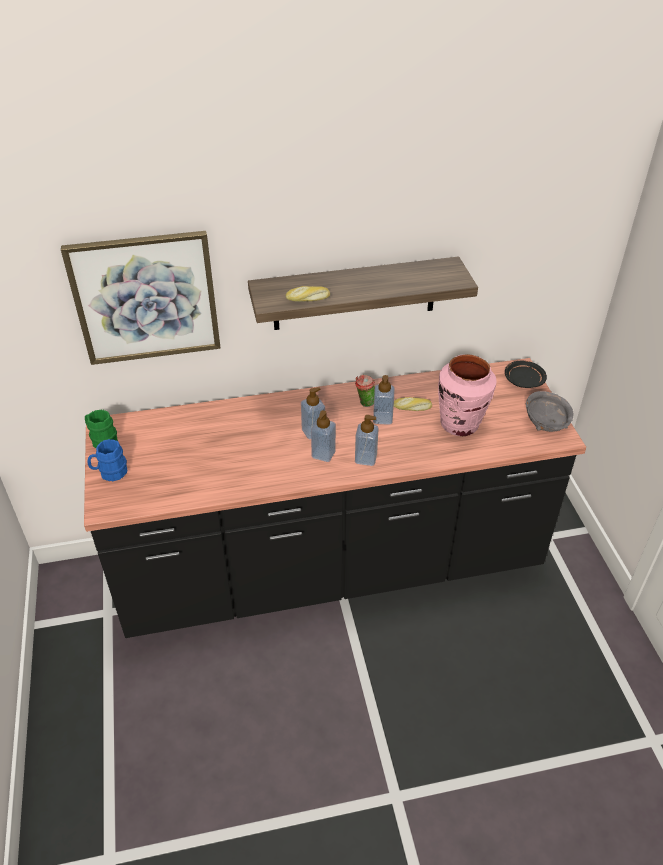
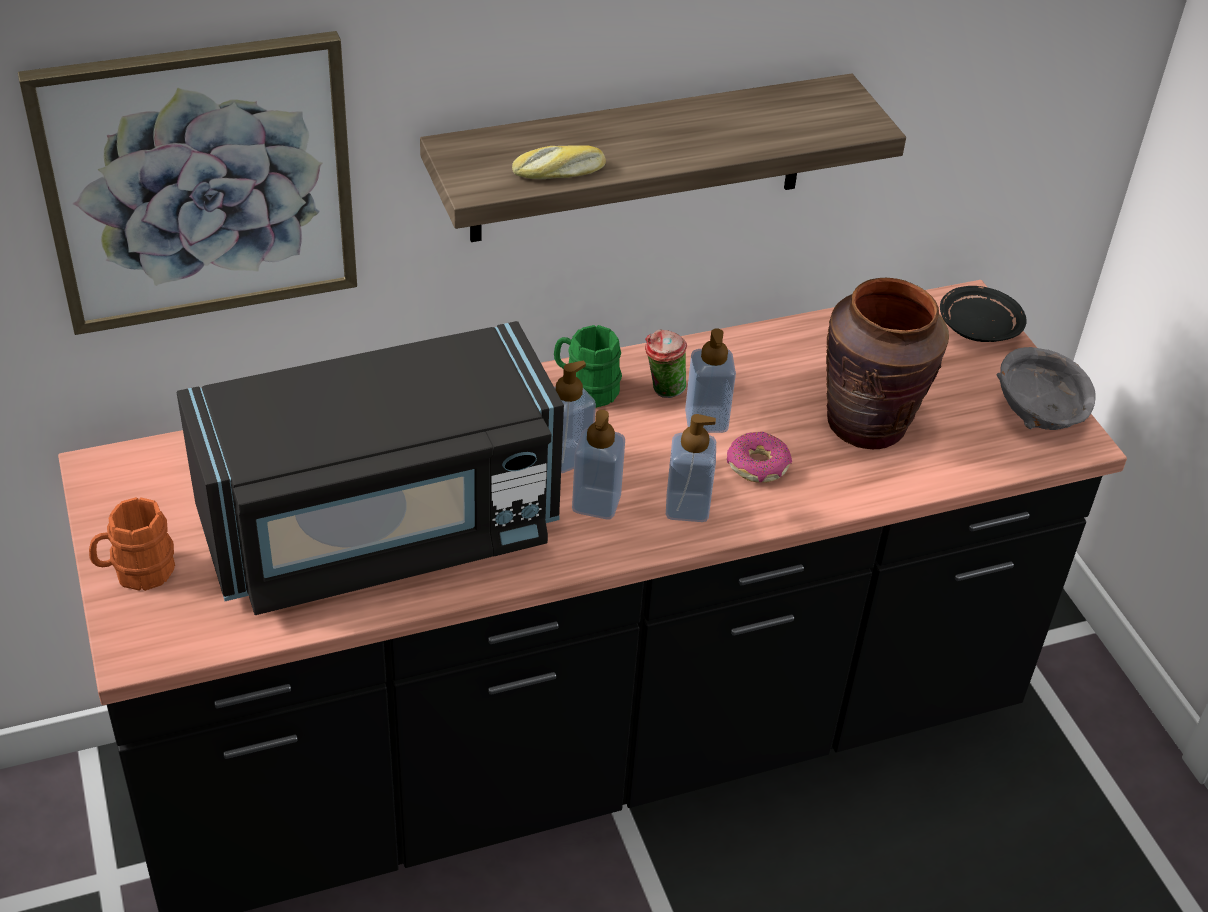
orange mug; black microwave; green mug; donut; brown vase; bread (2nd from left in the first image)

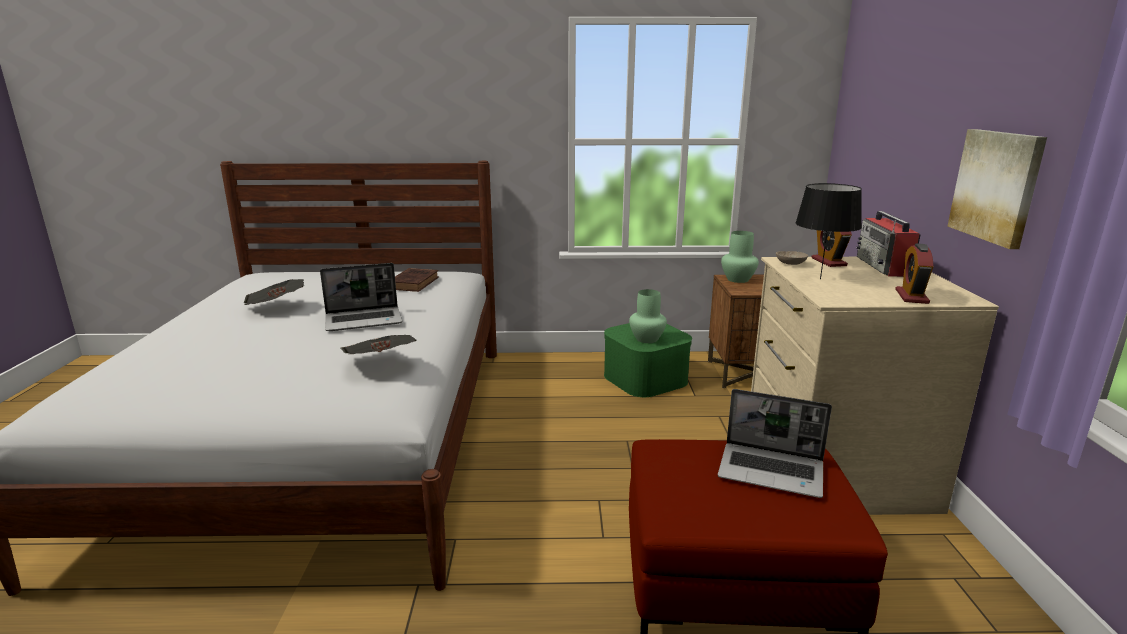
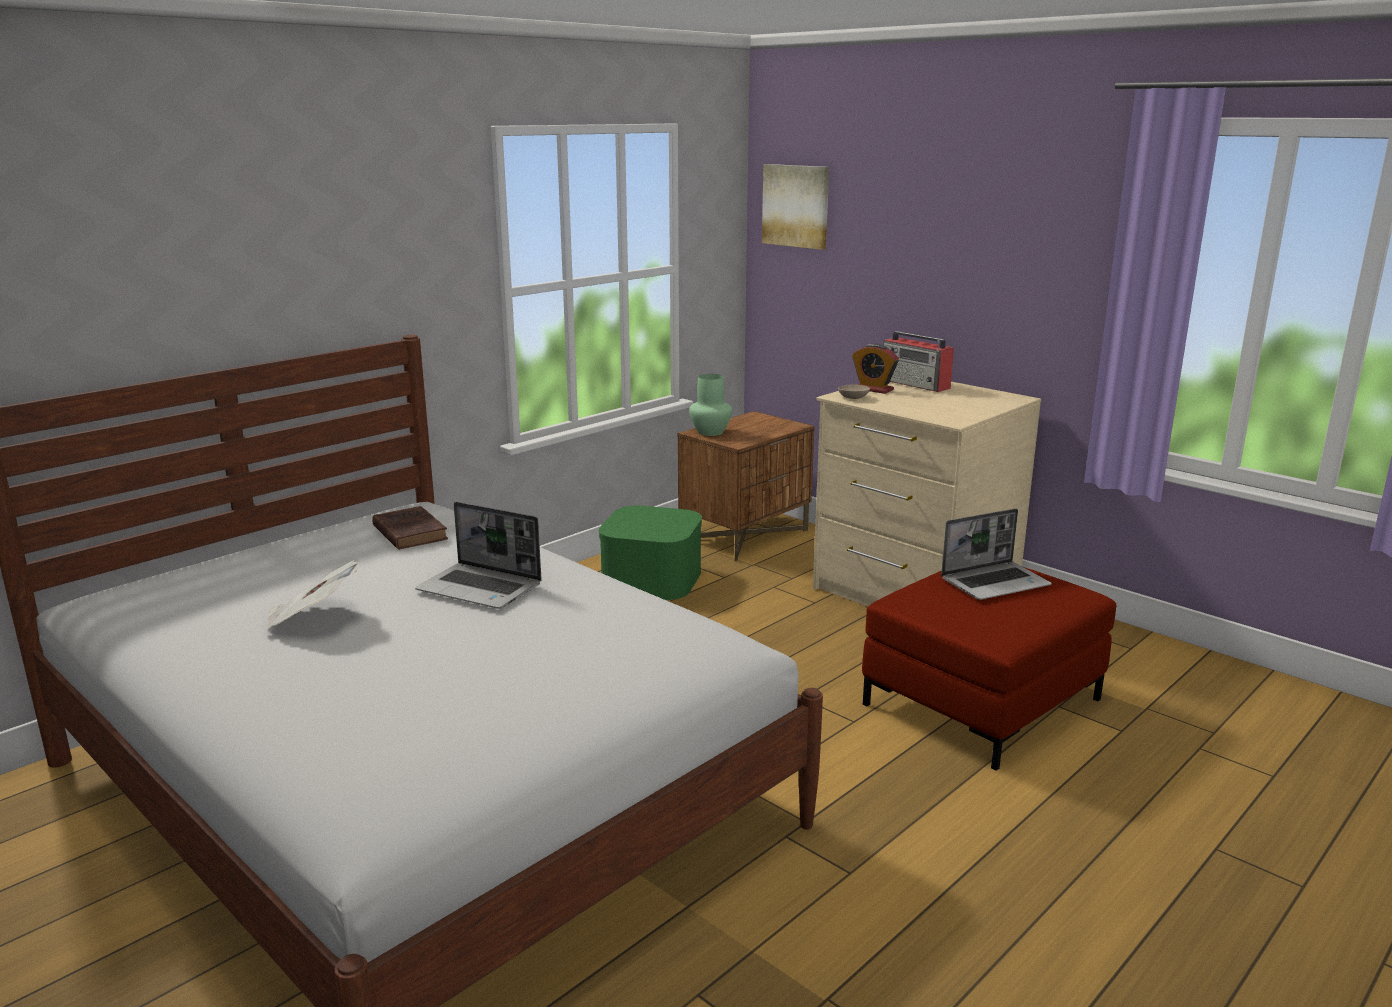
laptop (1st from left); picture; newspaper (2nd from left in the first image); green vase (1st from left in the first image); black table lamp; alarm clock (2nd from left in the first image)

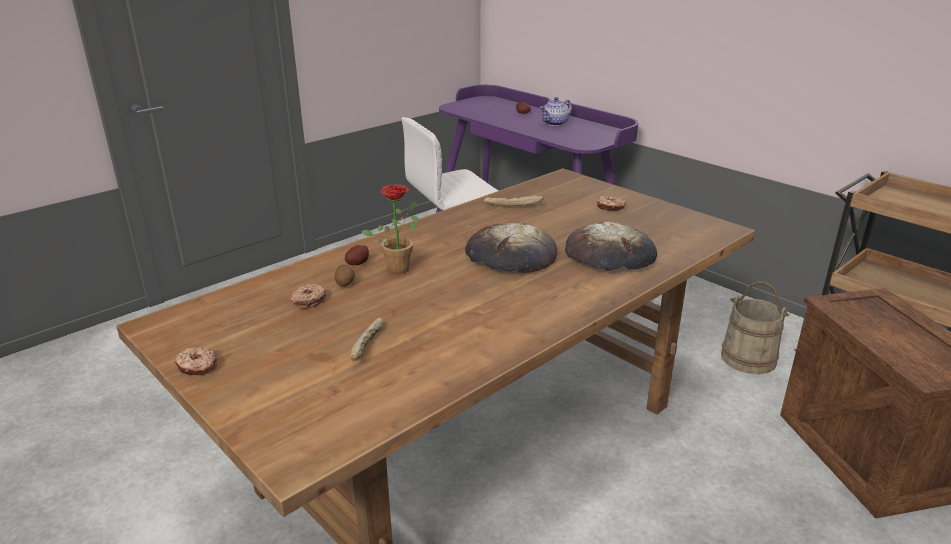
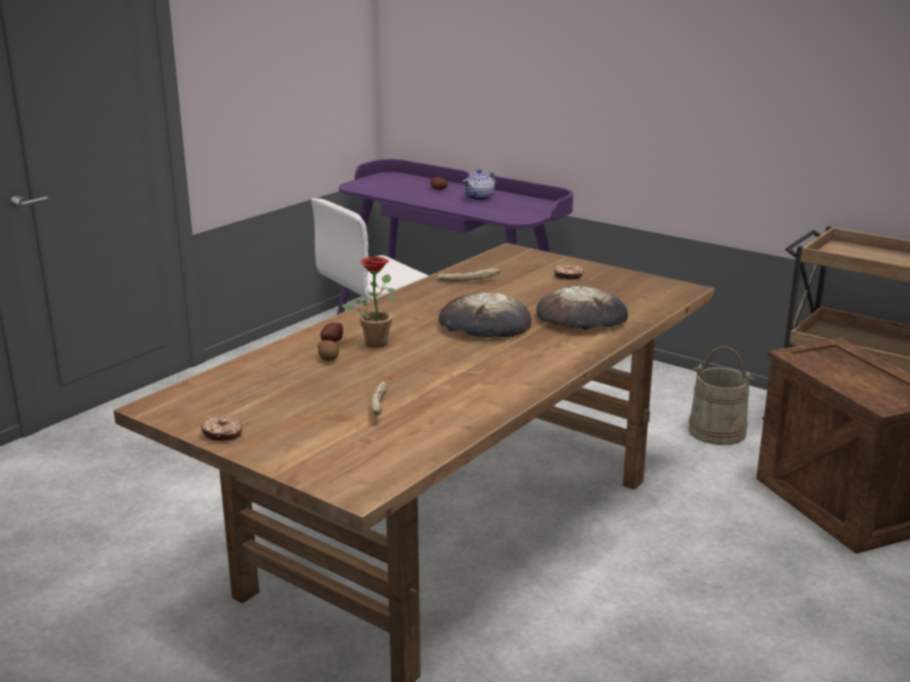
donut (2nd from left in the first image)

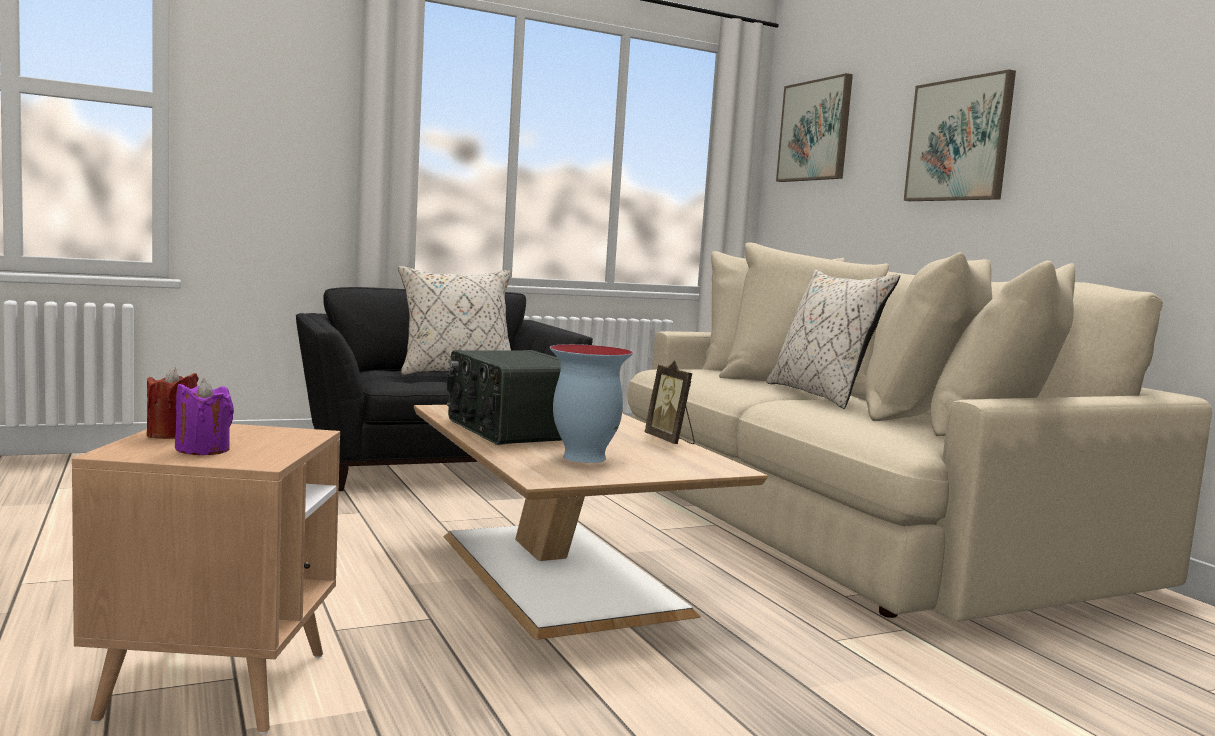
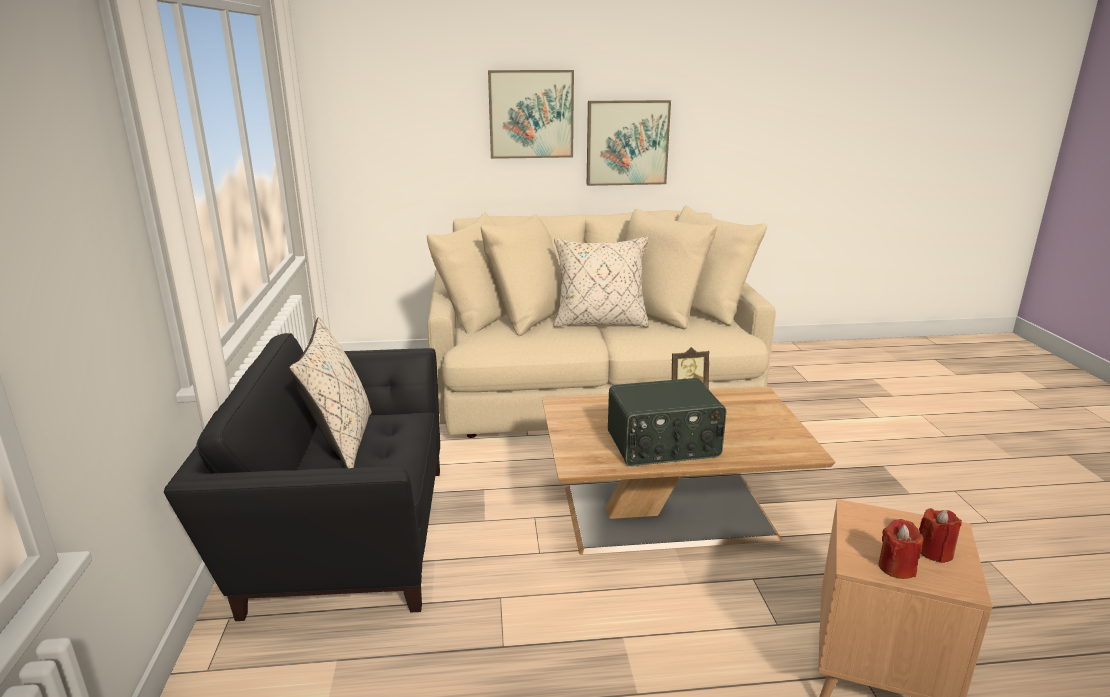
picture (2nd from left); red candle (2nd from left); vase

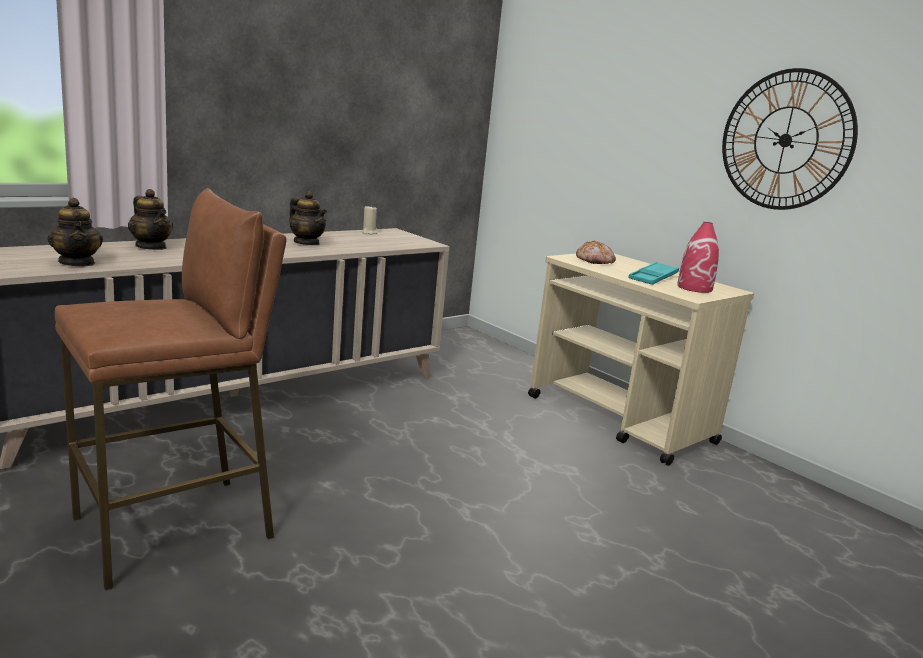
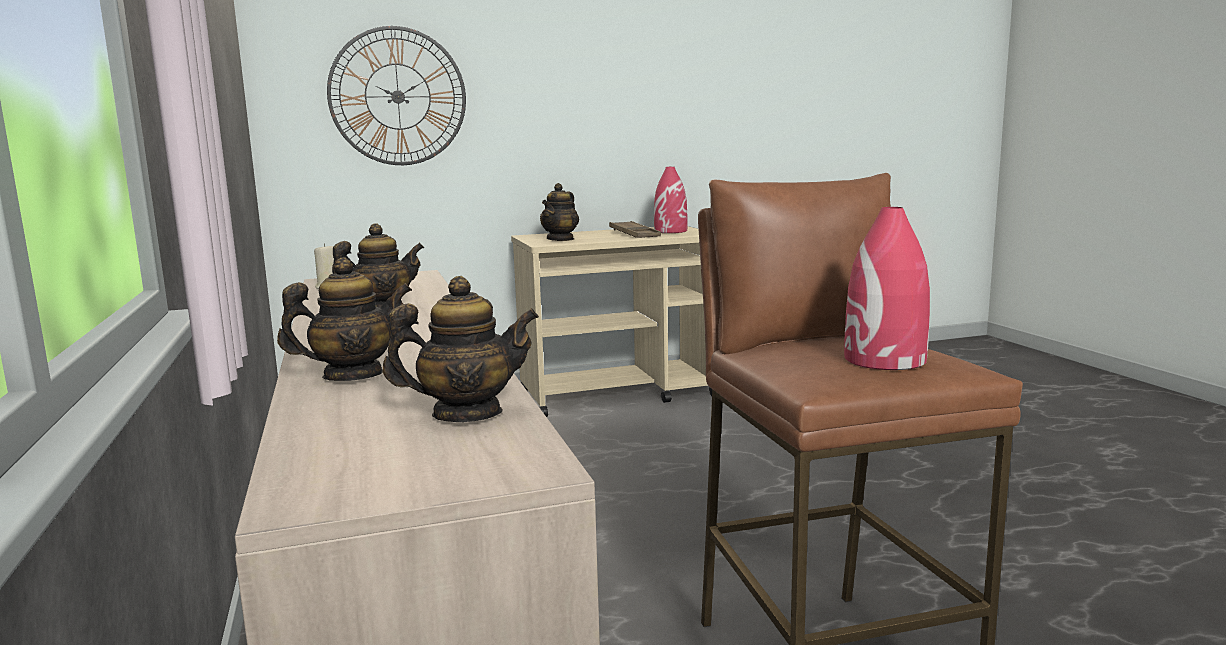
wall clock; teapot (4th from left); brown tray; red vase (2nd from left)

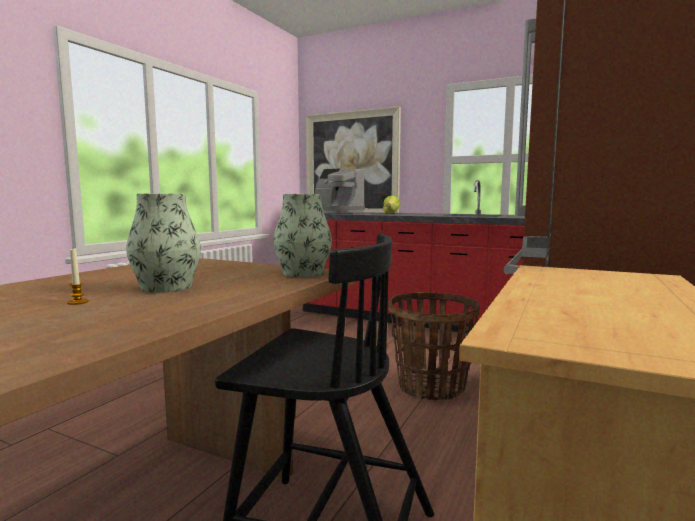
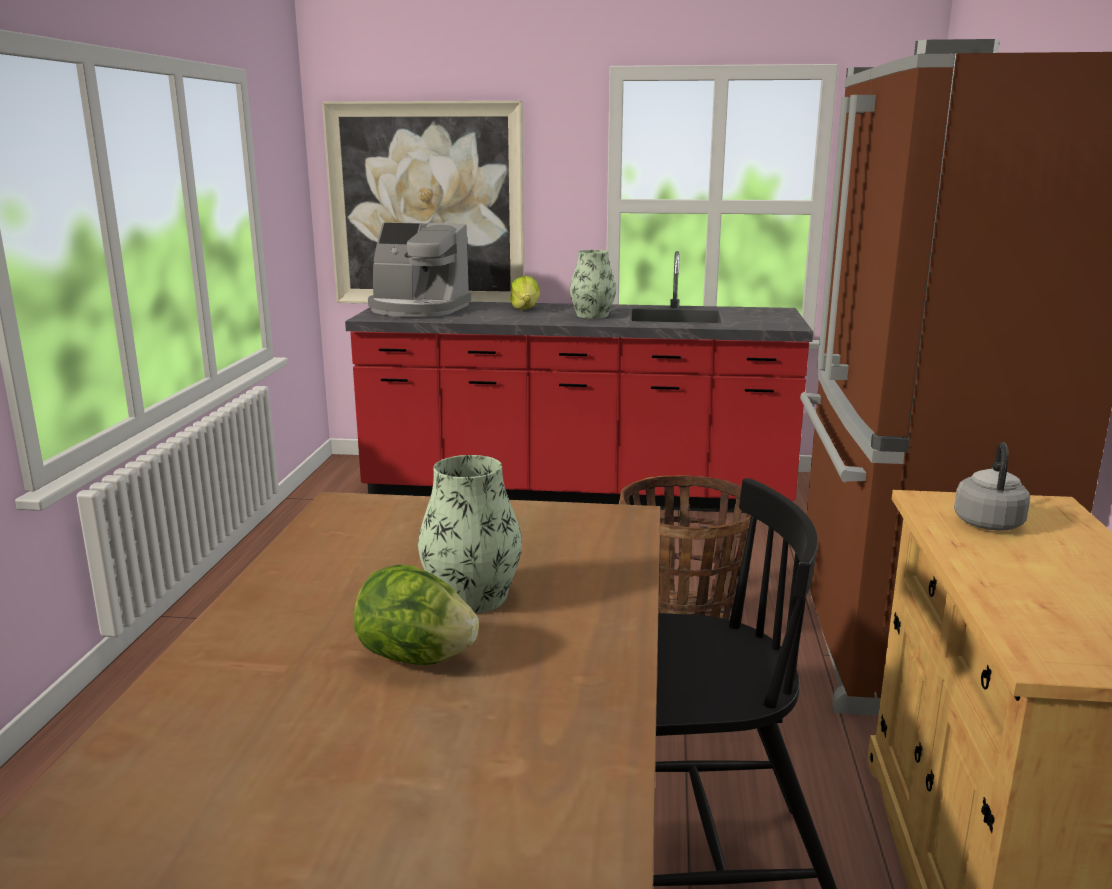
lettuce (1st from left); vase (2nd from left); grey kettle

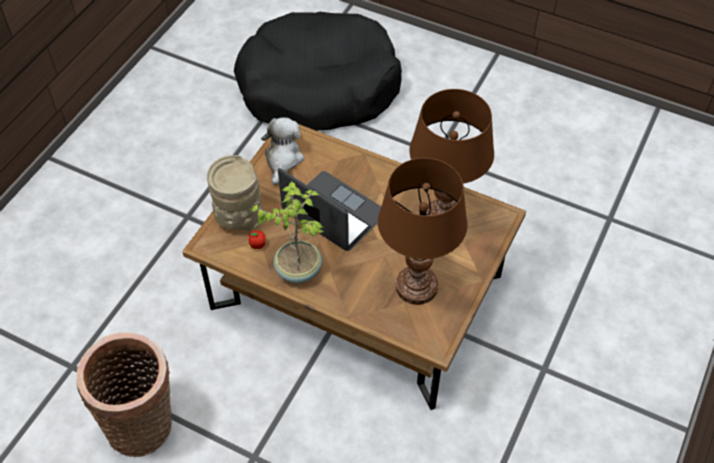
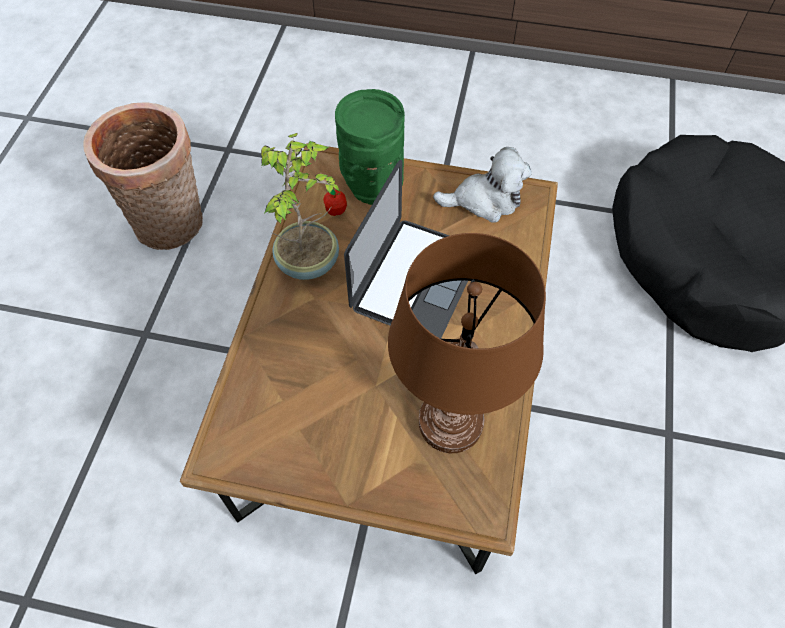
green vase; brown table lamp (1st from left in the first image)

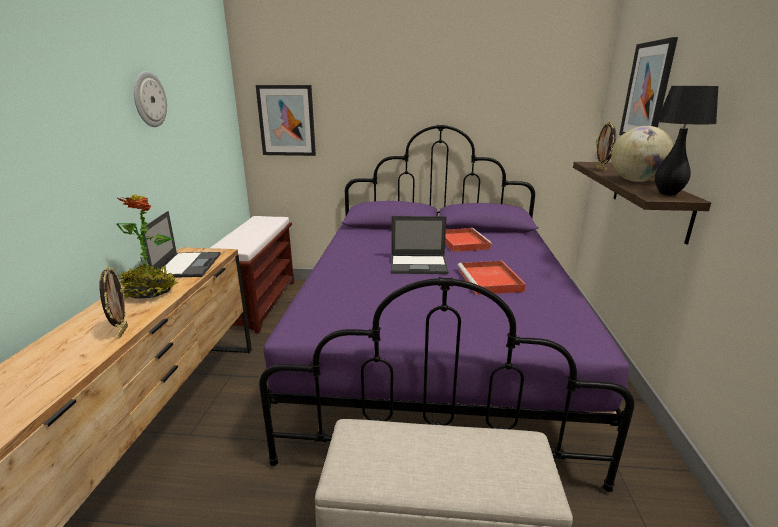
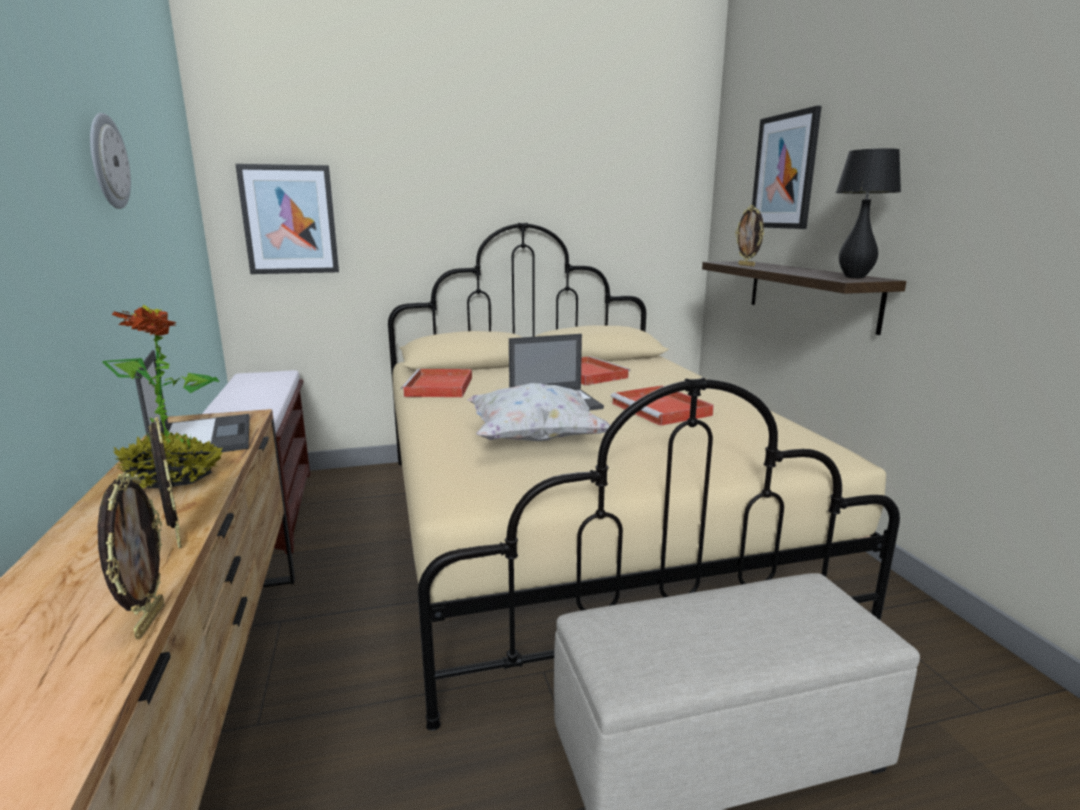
picture frame (1st from left); beige bed; red tray (1st from left); white pillow; globe

